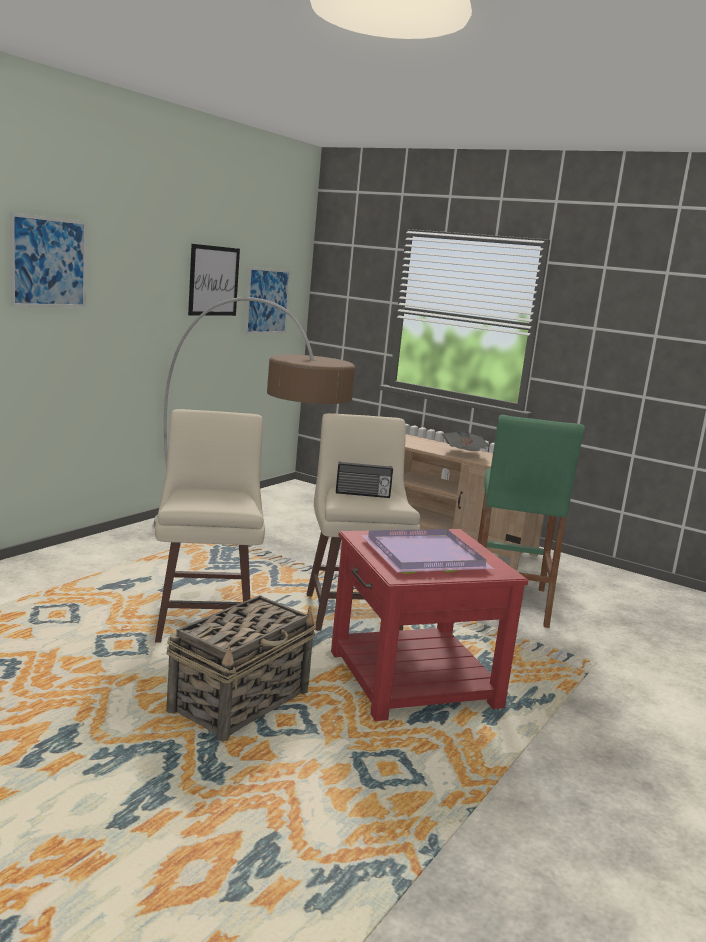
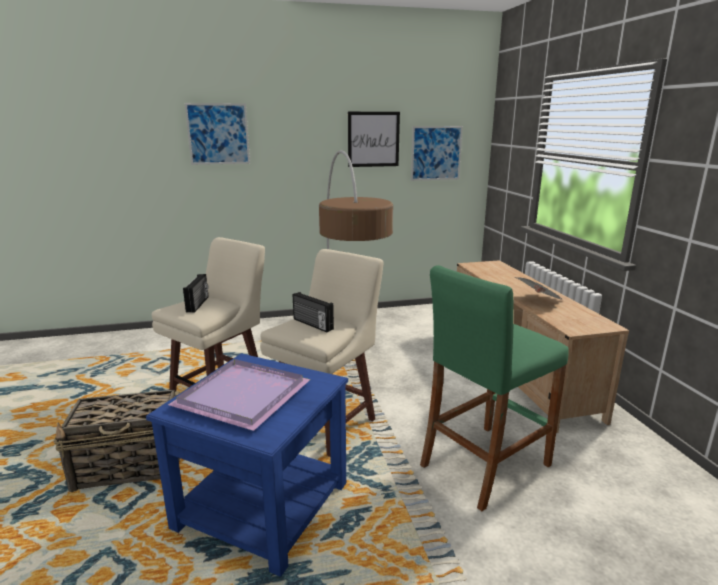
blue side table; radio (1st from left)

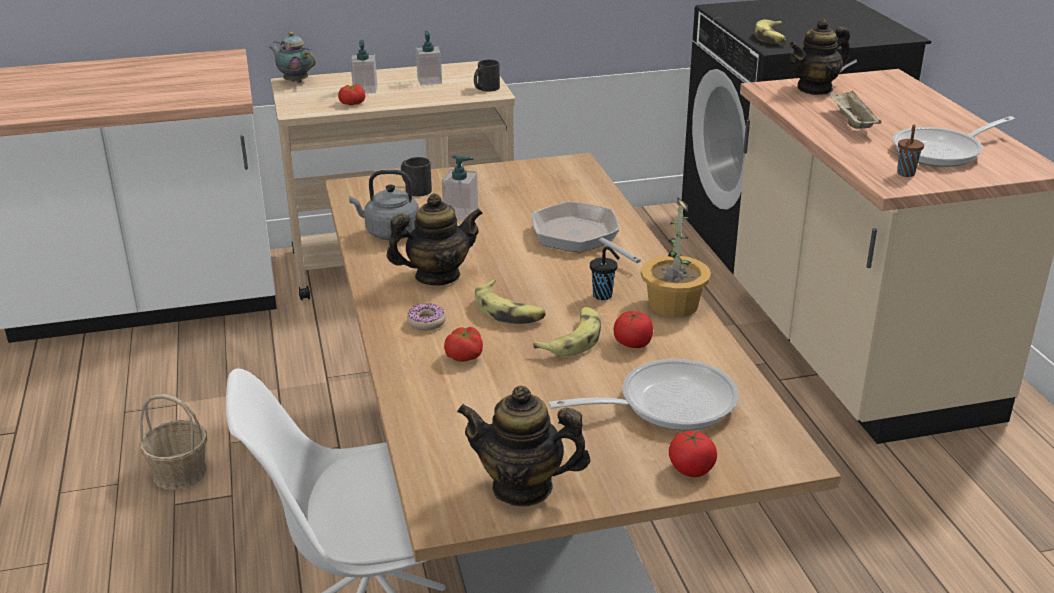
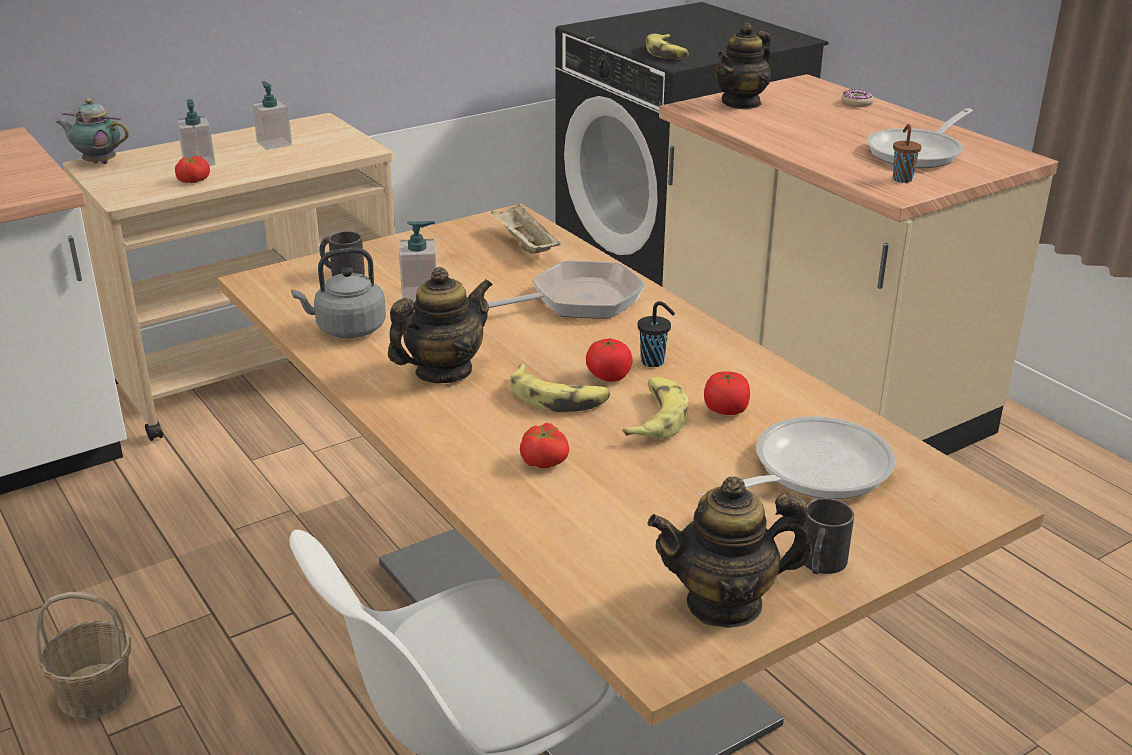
frying pan (1st from left); beige tray; tomato (3rd from left); black mug (2nd from left); donut; potted plant

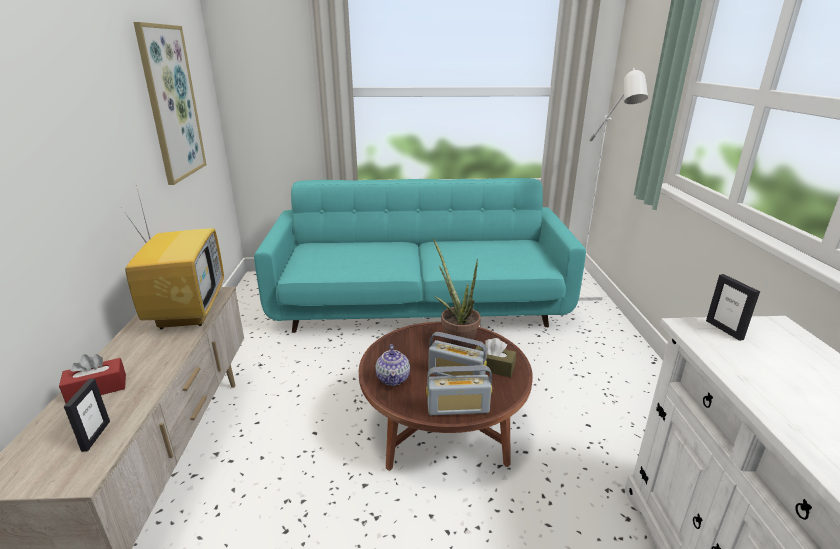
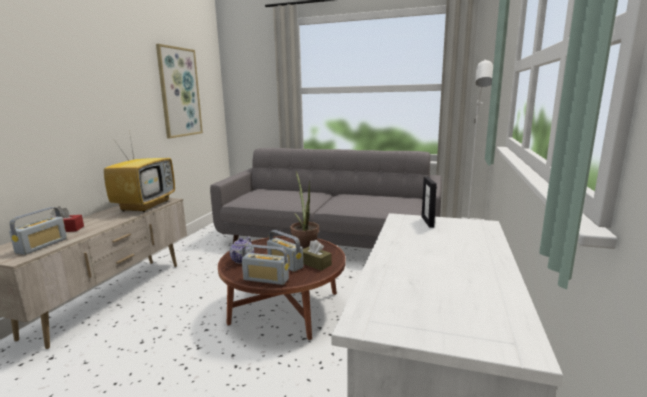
radio (1st from left); grey sofa

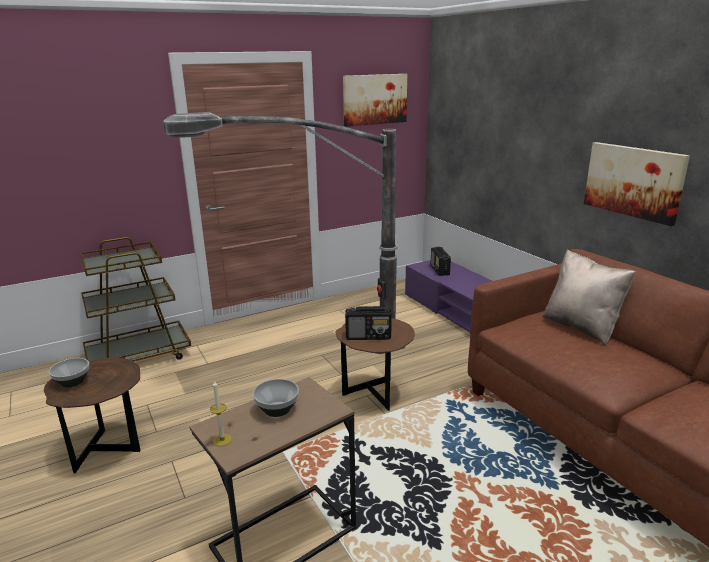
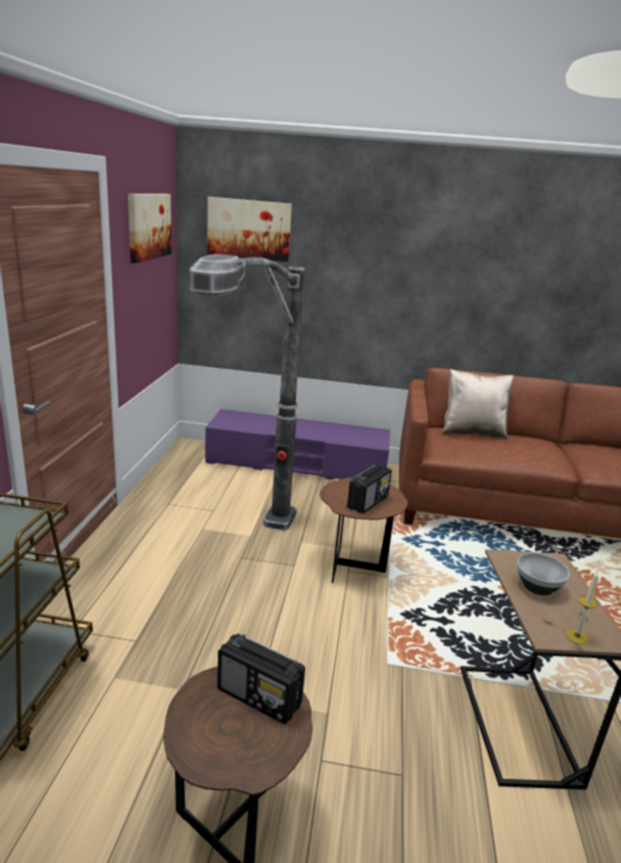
picture (2nd from left); radio (1st from left); bowl (1st from left in the first image)

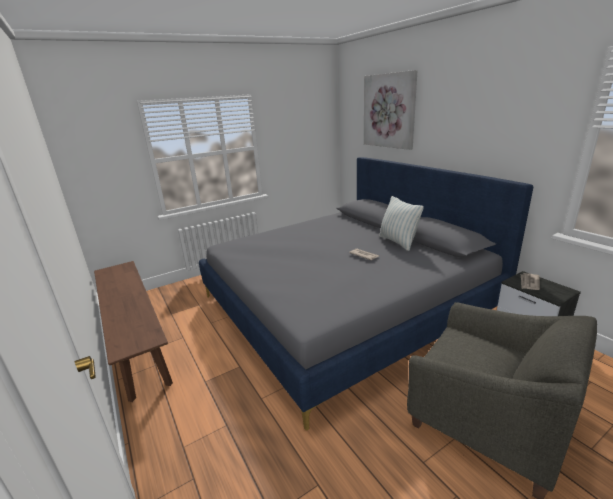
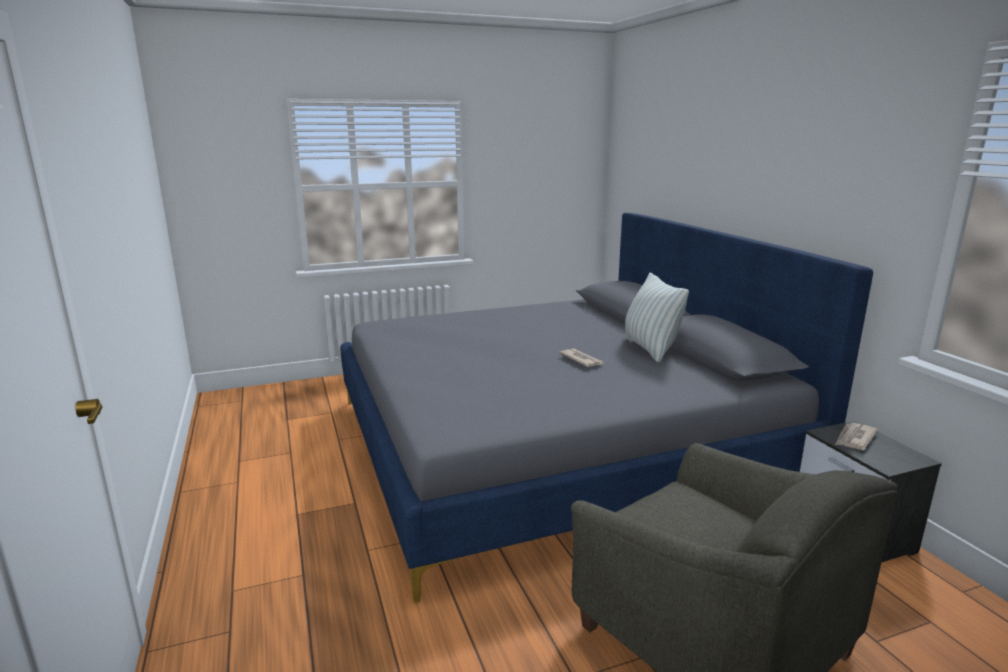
brown bench; picture

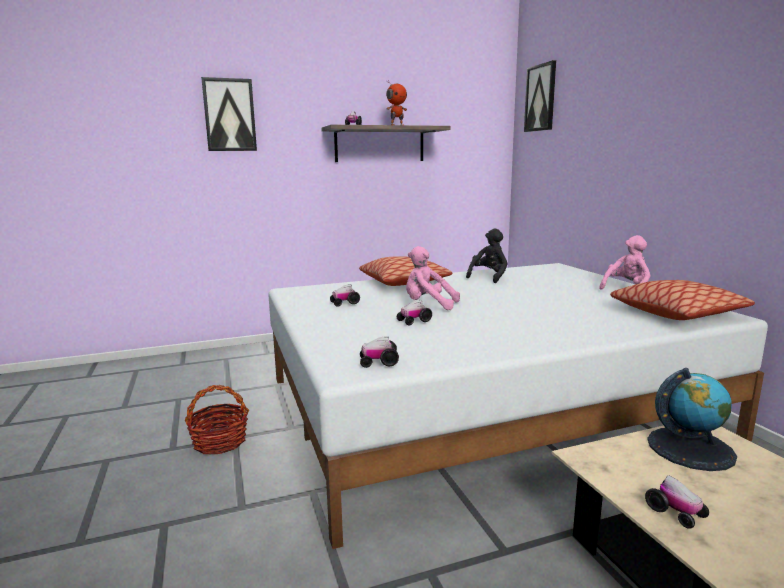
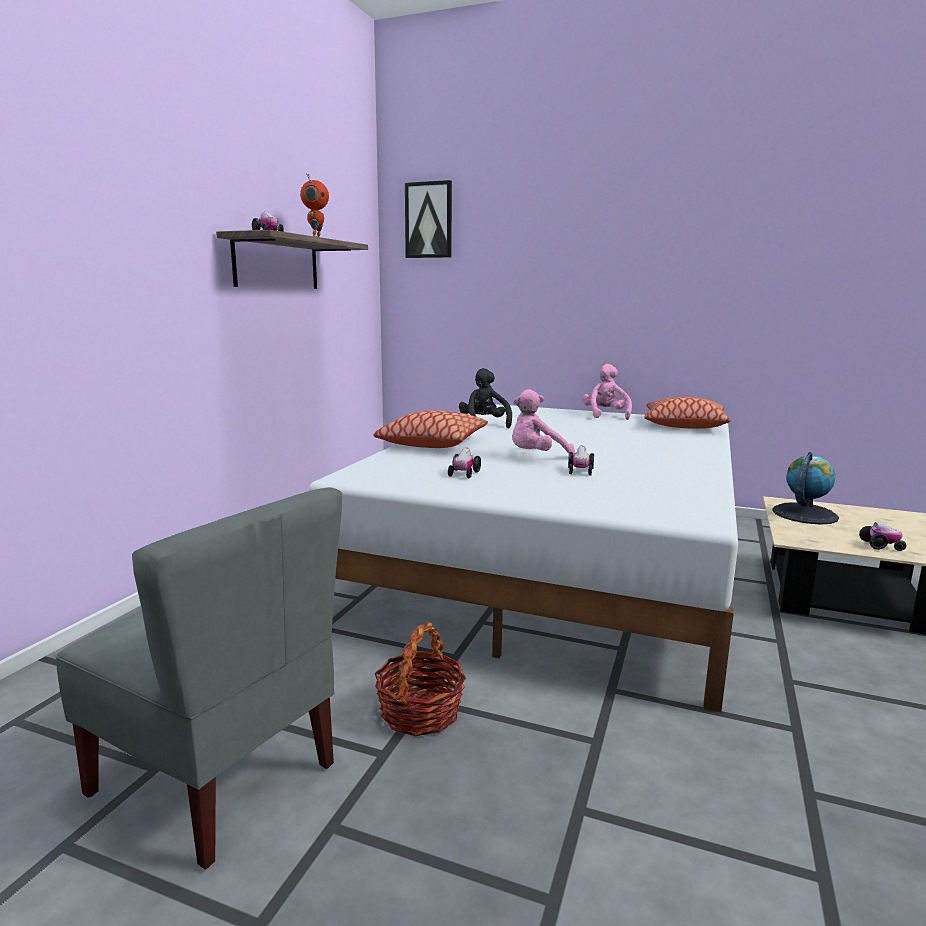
grey chair; picture (1st from left in the first image); toy car (3rd from left in the first image)

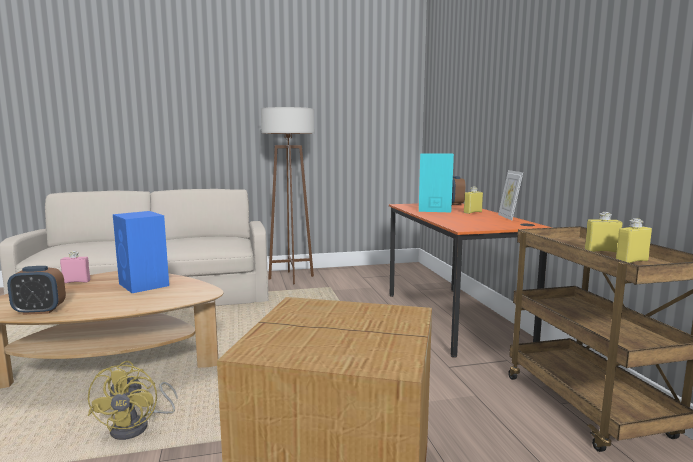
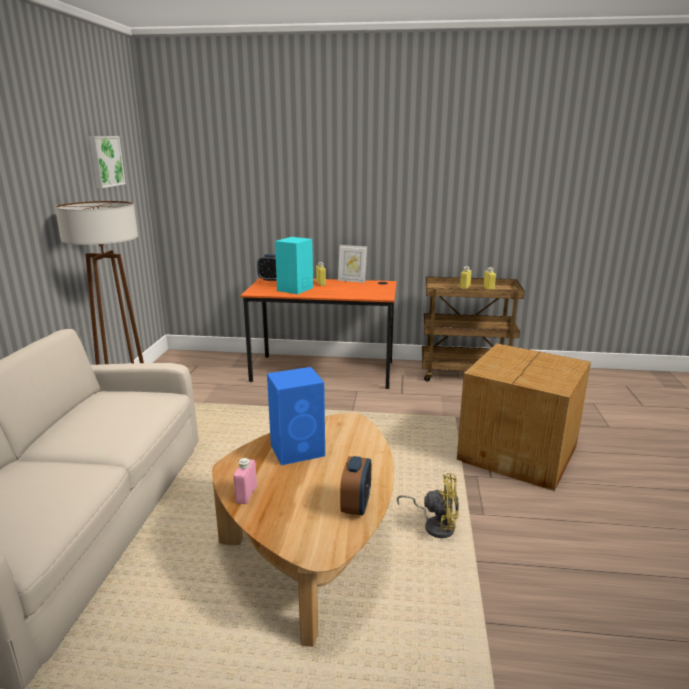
picture

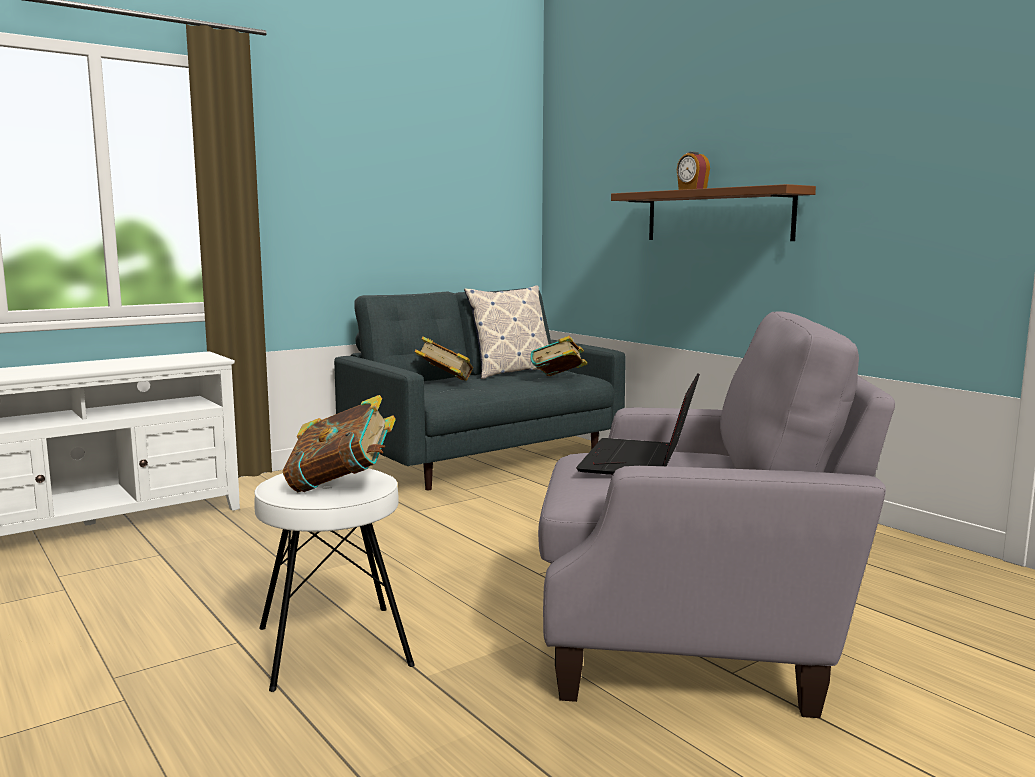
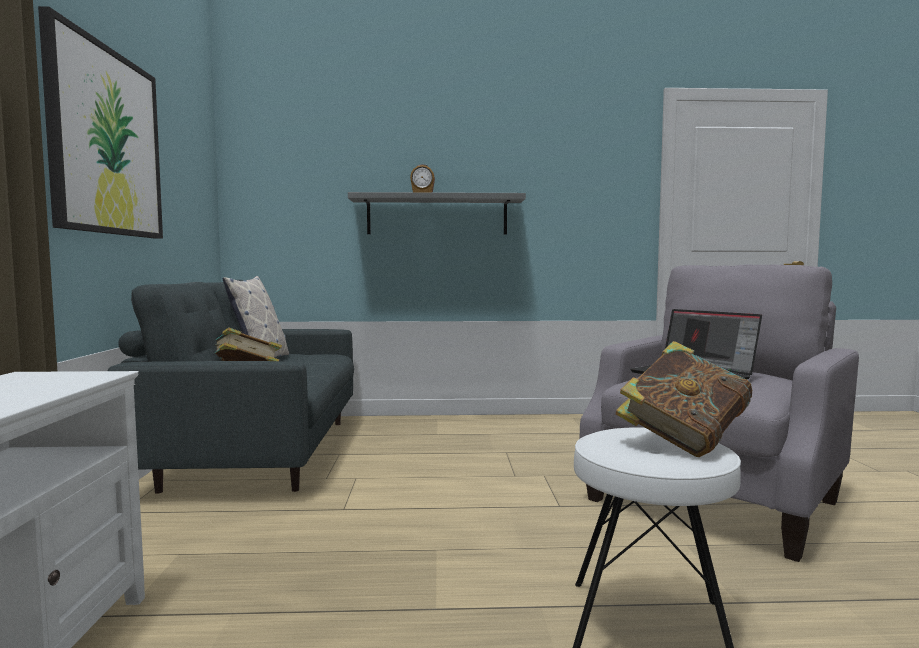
picture; grey shelf; book (3rd from left in the first image)

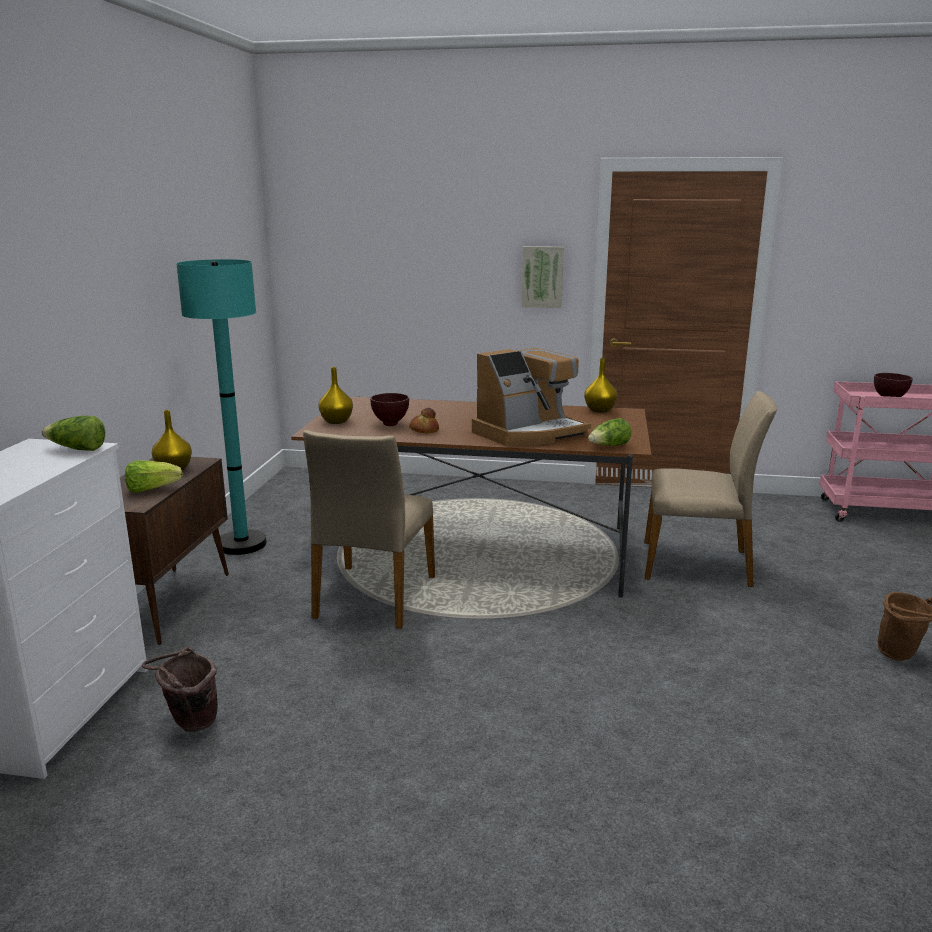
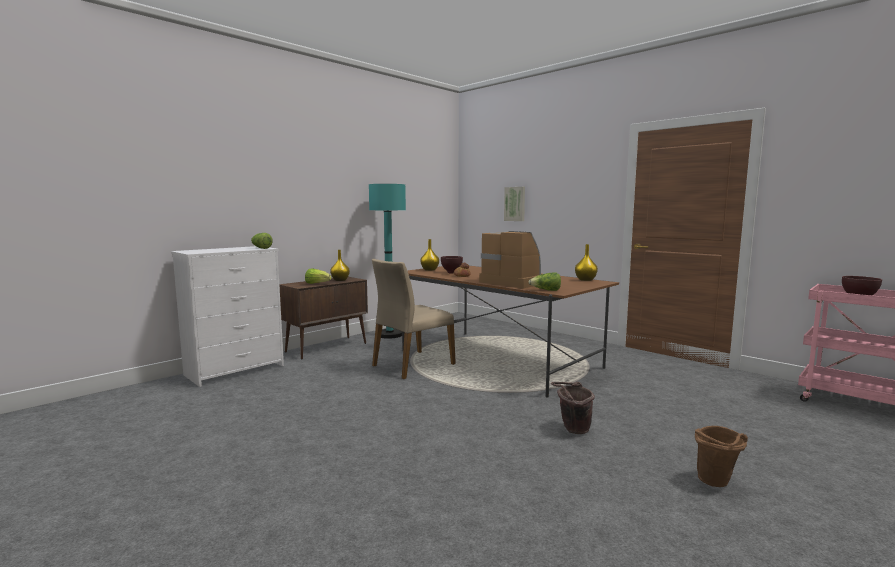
coffee machine; picture; brown bucket (1st from left); beige chair (2nd from left in the first image)

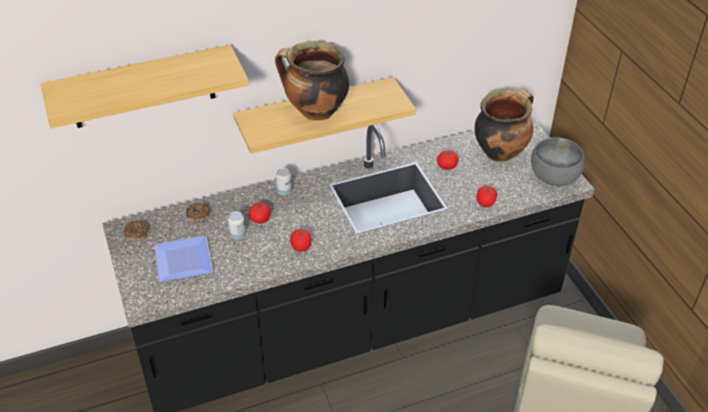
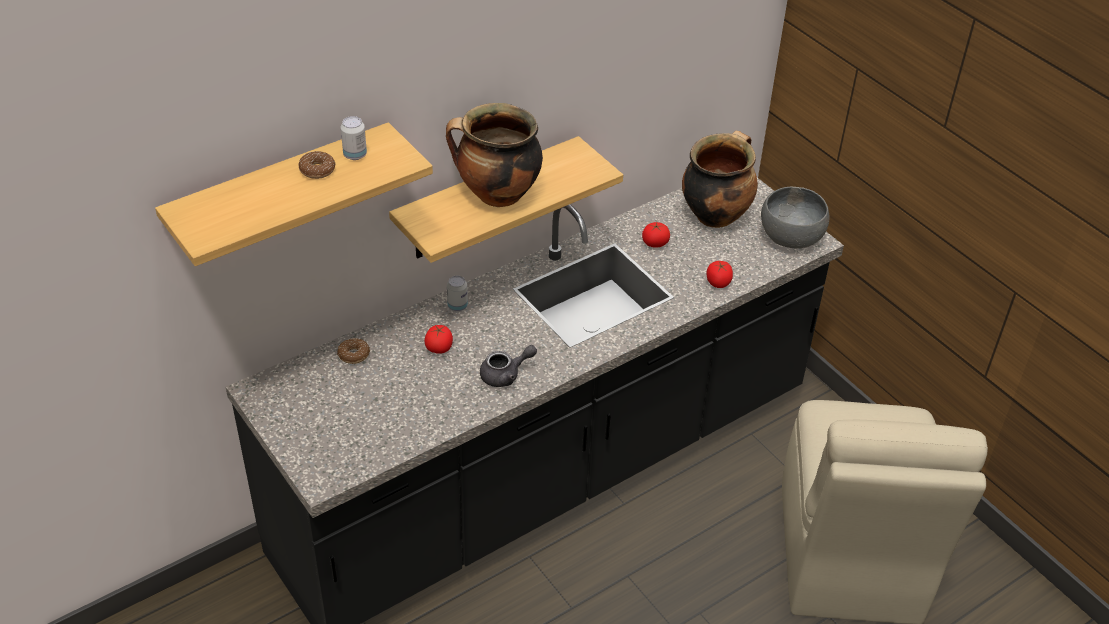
donut (1st from left); can (1st from left); grey teapot; plate

